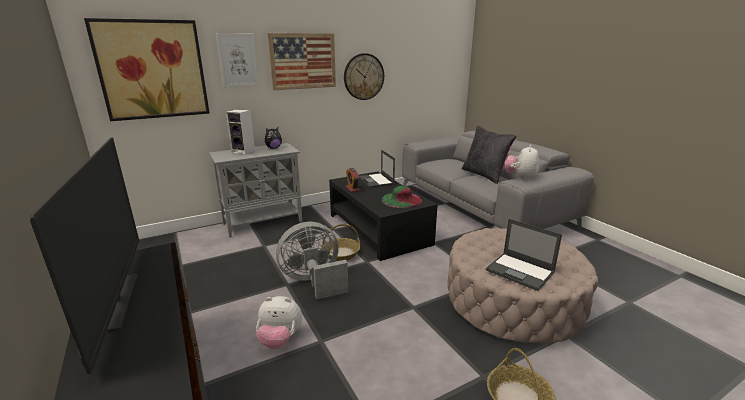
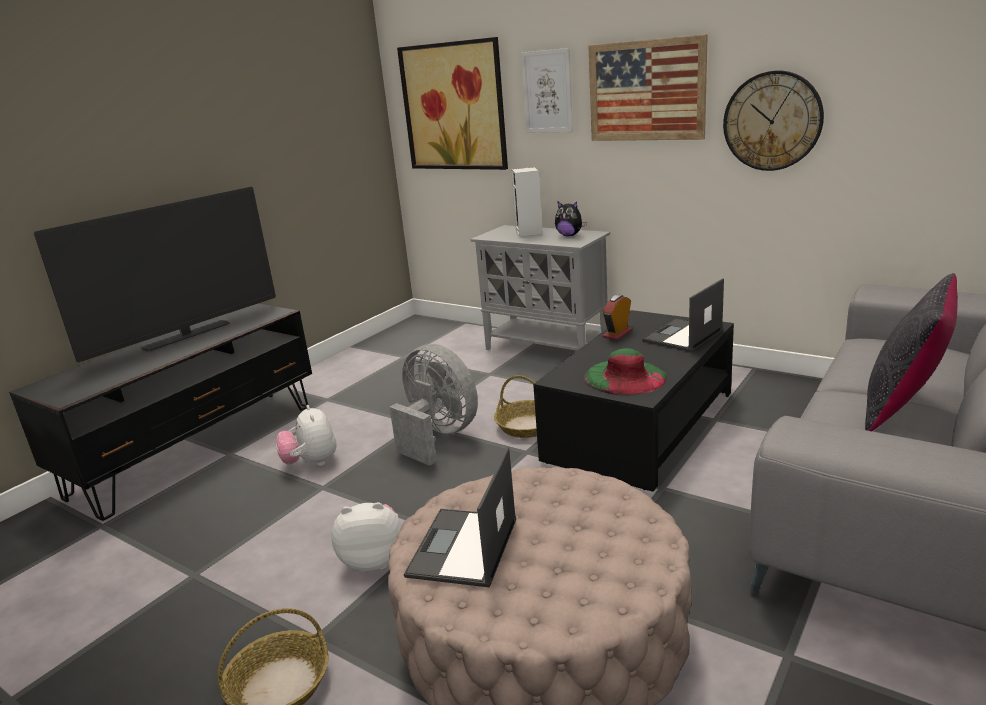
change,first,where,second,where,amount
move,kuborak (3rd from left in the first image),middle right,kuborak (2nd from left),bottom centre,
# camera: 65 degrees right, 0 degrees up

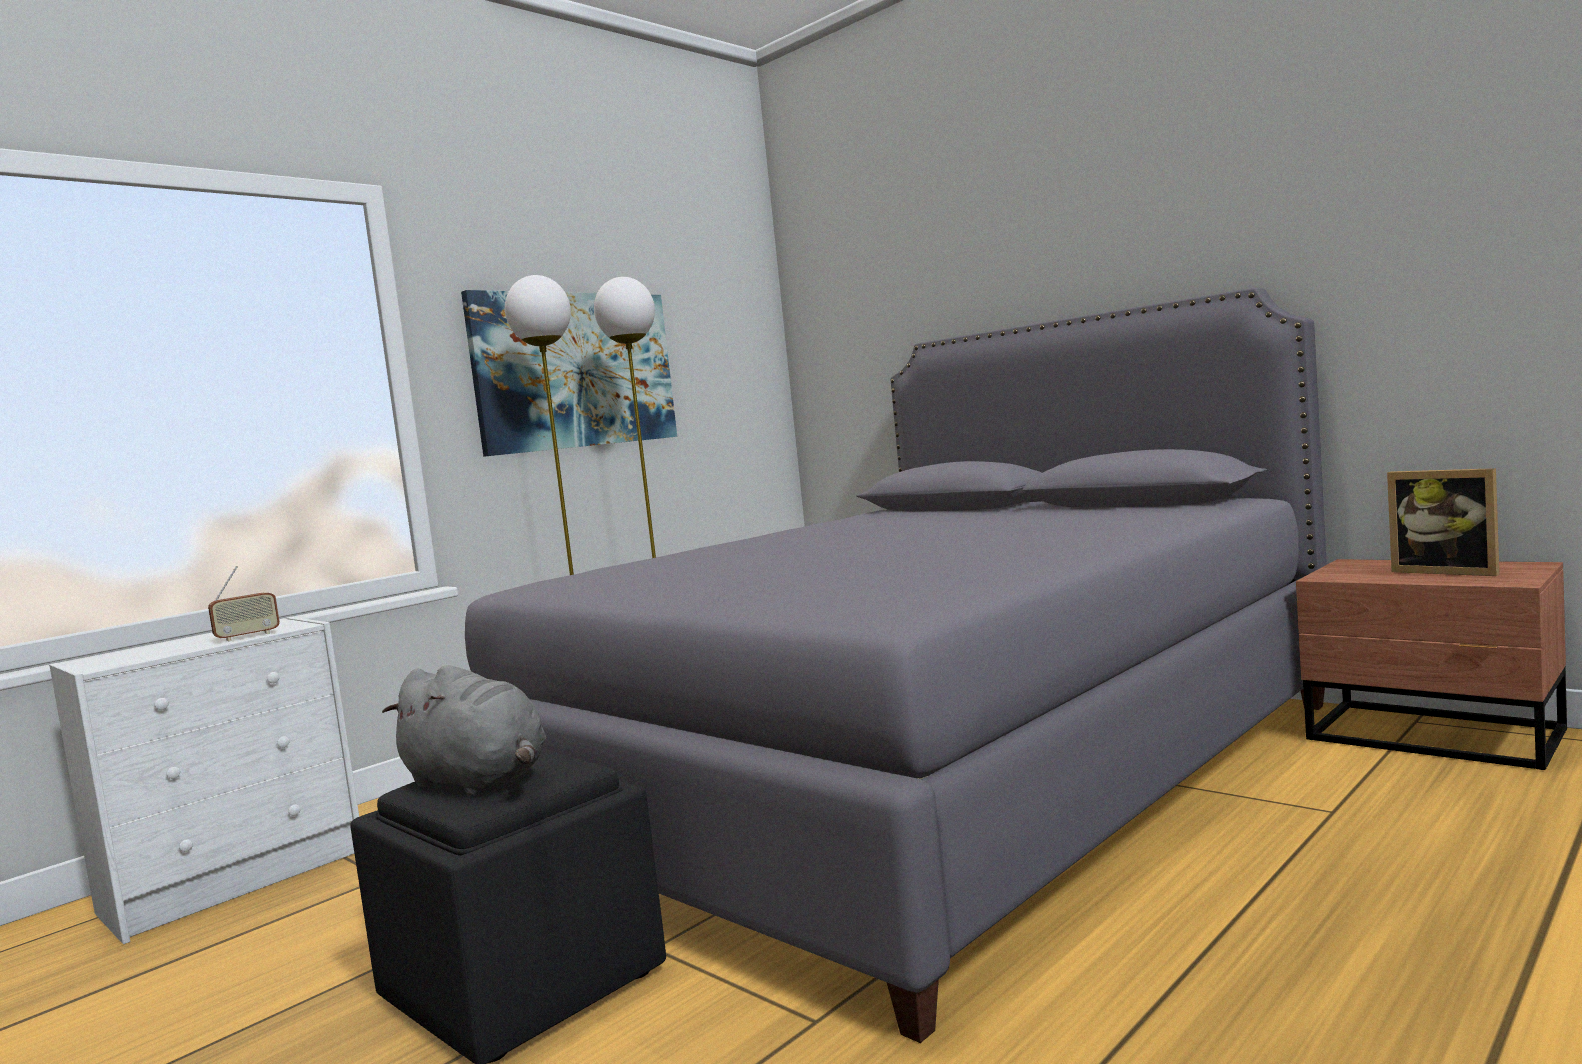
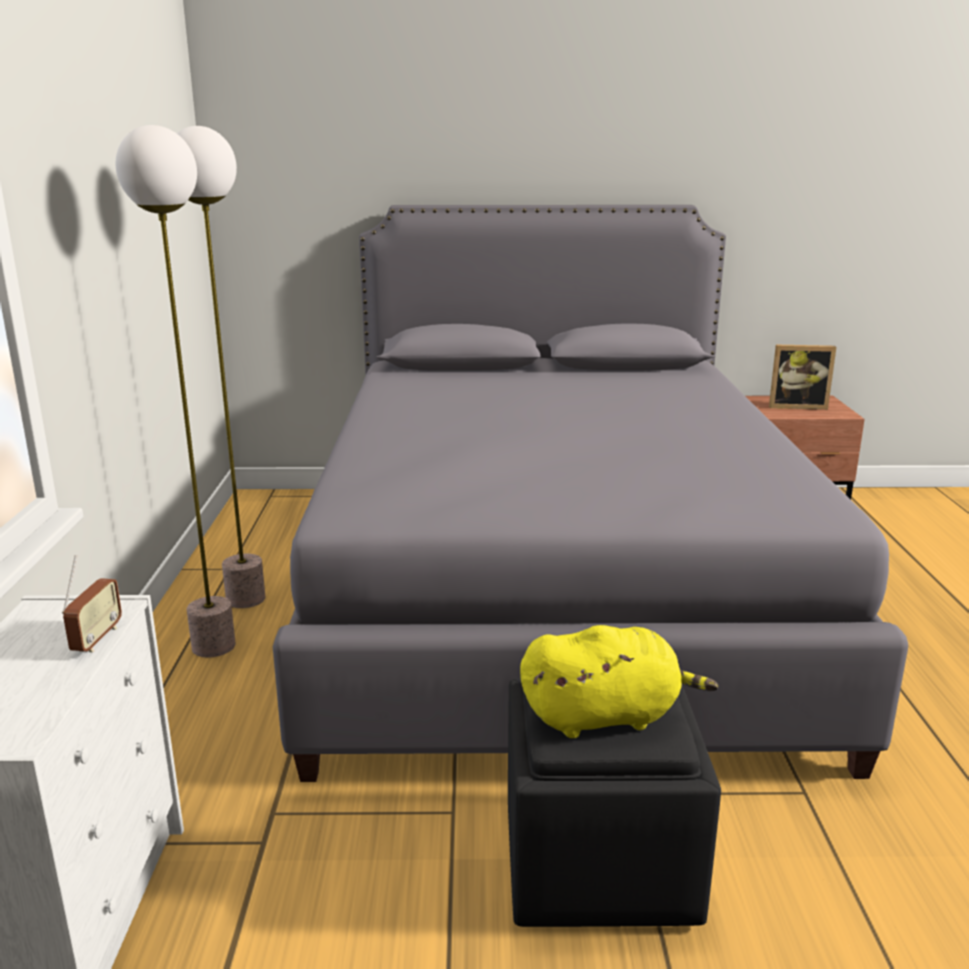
change,first,where,second,where,amount
delete,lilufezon,centre,,,
recolor,grey_kuborak,bottom left,yellow_kuborak,bottom centre,
# camera: 45 degrees left, 15 degrees up

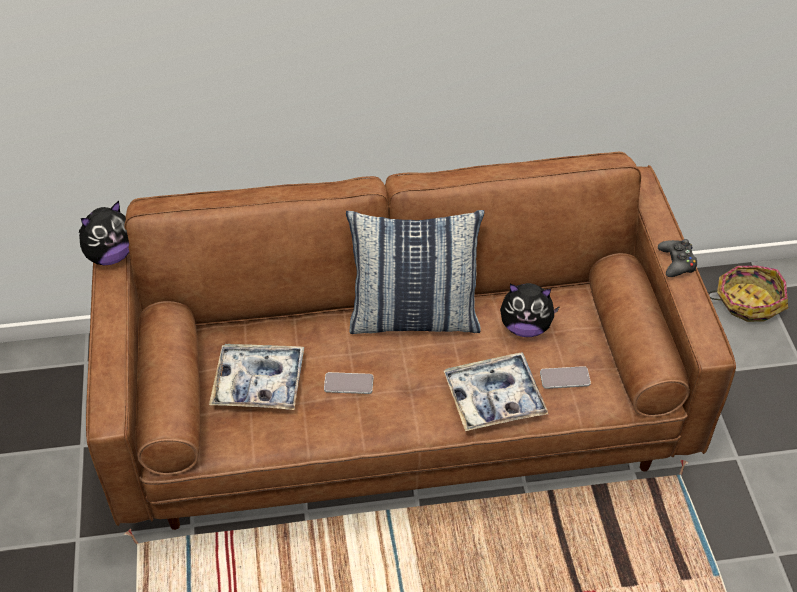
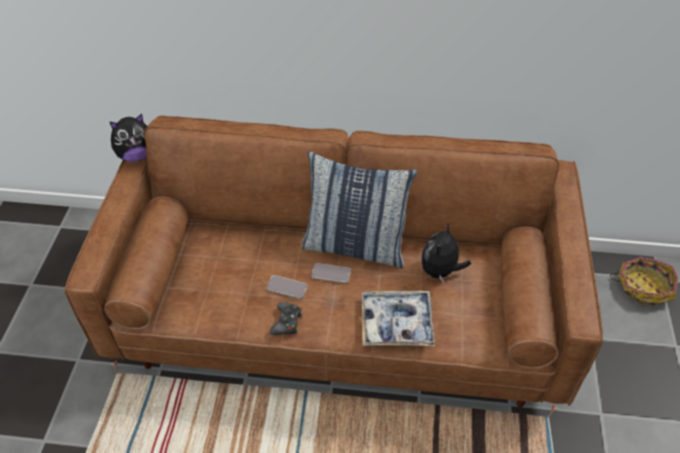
change,first,where,second,where,amount
move,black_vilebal,middle right,,bottom centre,
rotate,kuborak (2nd from left),centre,,centre,90 degrees clockwise
delete,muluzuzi (1st from left),middle left,,,
move,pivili (2nd from left),middle right,,centre,
# camera: 15 degrees right, 0 degrees up

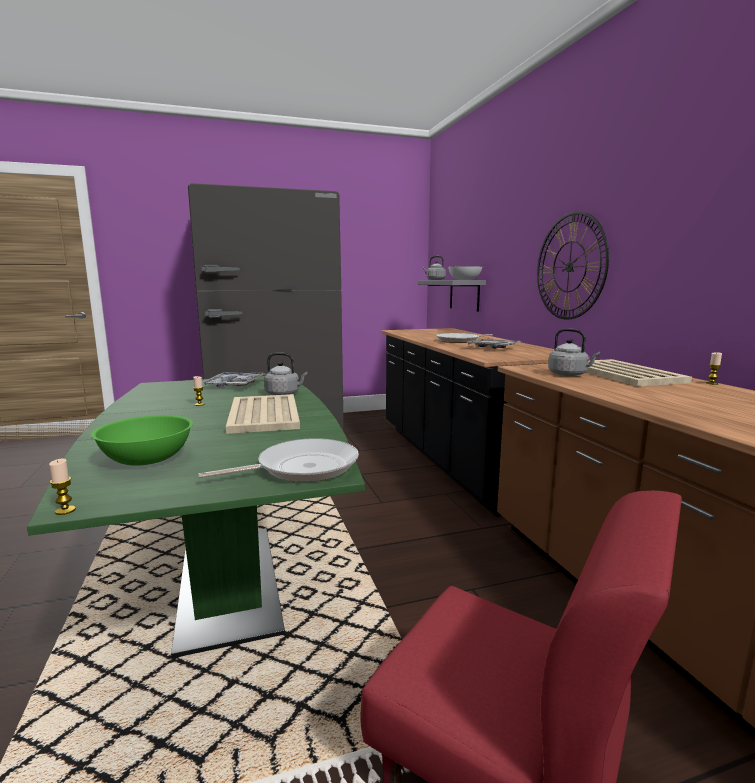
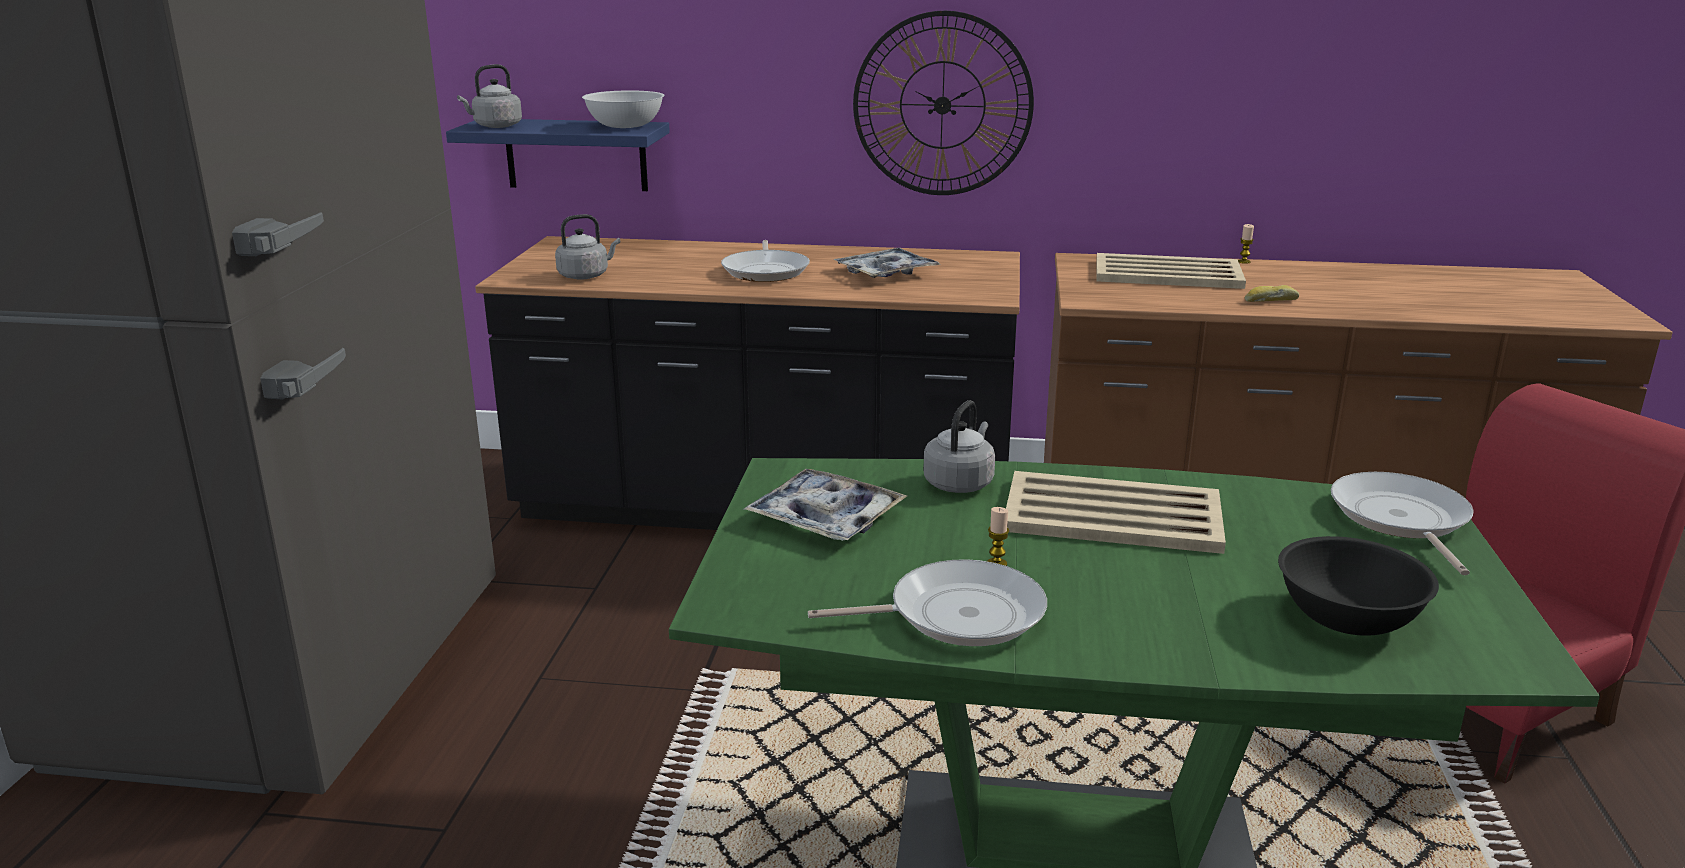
change,first,where,second,where,amount
recolor,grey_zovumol,centre,blue_zovumol,top left,
move,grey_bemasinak (3rd from left in the first image),middle right,grey_bemasinak (2nd from left),top centre,
recolor,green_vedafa,middle left,black_vedafa,bottom right,
delete,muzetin (1st from left),middle left,,,
insert,,,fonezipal,middle right,
insert,,,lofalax (2nd from left),bottom centre,
# camera: 65 degrees left, 10 degrees up

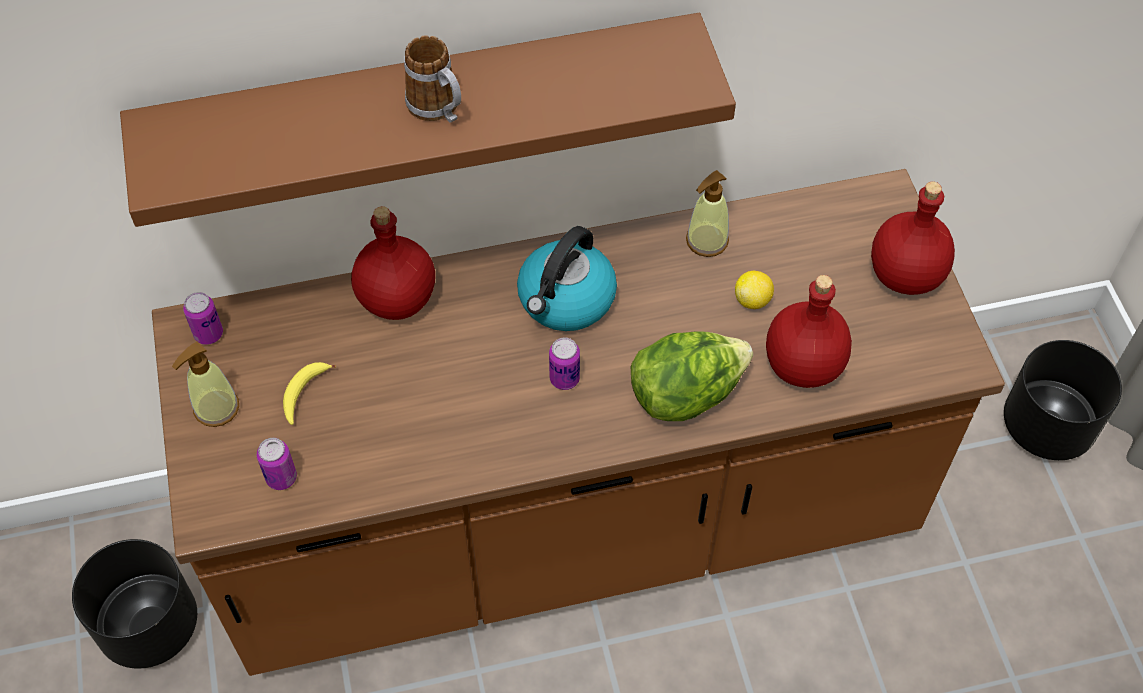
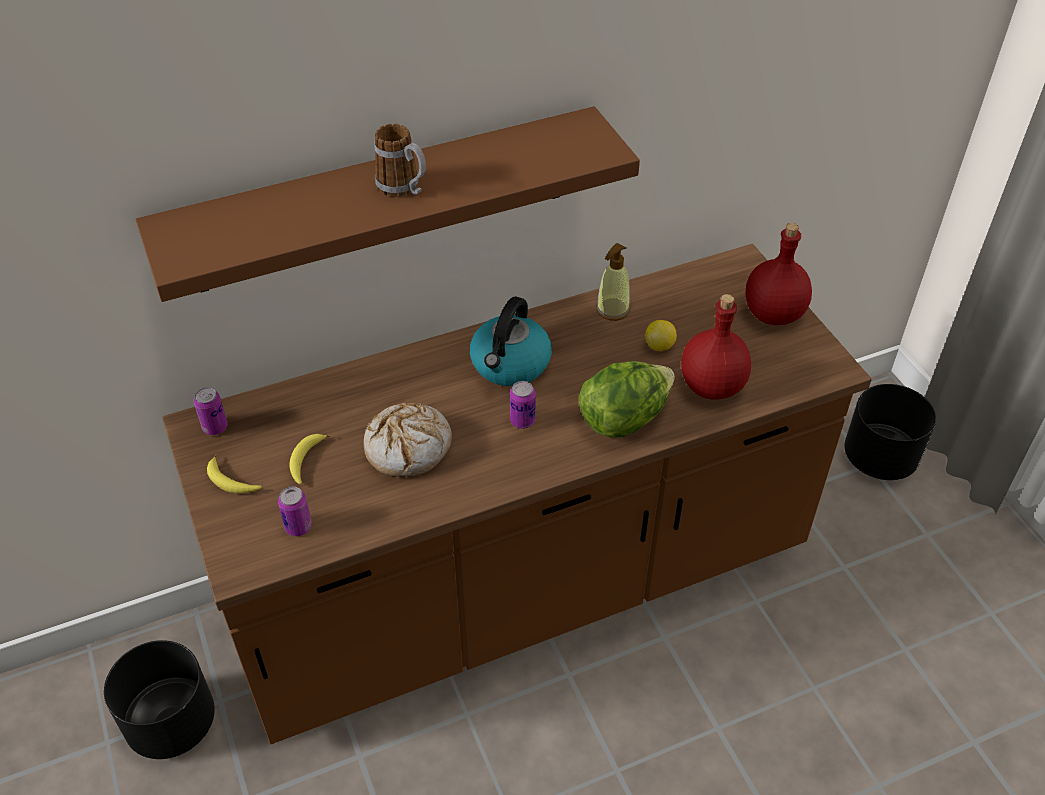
change,first,where,second,where,amount
delete,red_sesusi (1st from left),centre,,,
replace,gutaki (1st from left),middle left,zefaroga (1st from left),middle left,
insert,,,fonezipal,centre,
# camera: 10 degrees left, 10 degrees down

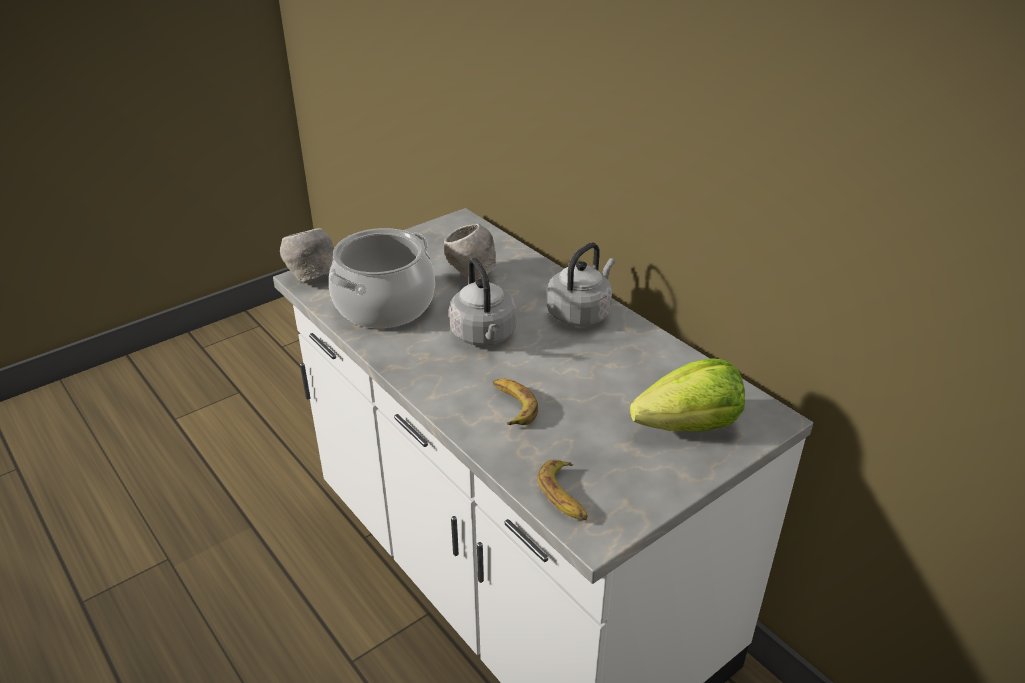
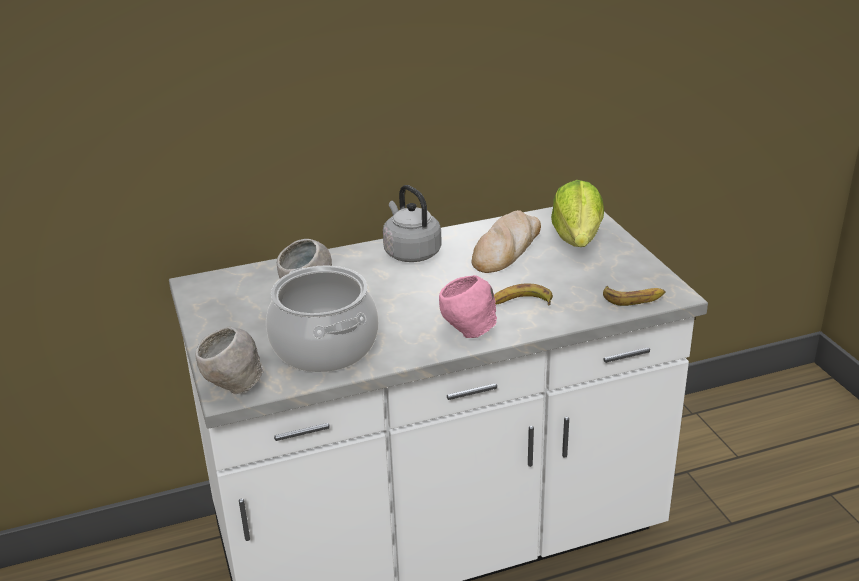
change,first,where,second,where,amount
delete,grey_bemasinak (1st from left),centre,,,
insert,,,fonezipal,centre,
insert,,,pink_vedafa,centre,
# camera: 70 degrees left, 5 degrees down

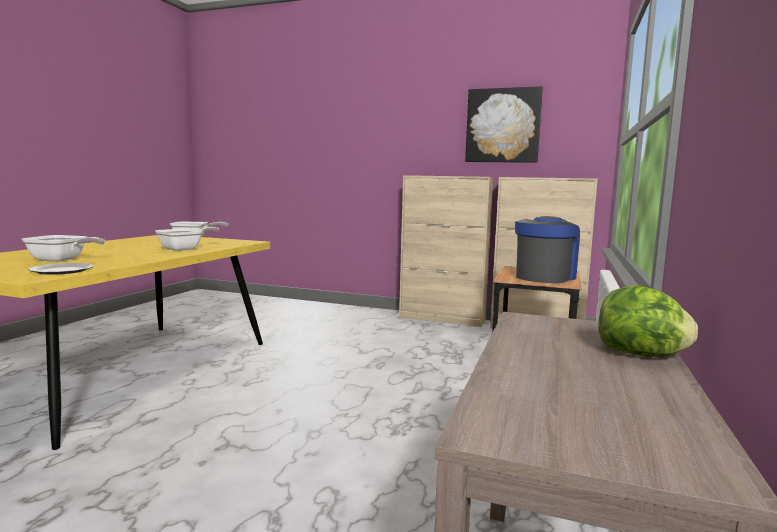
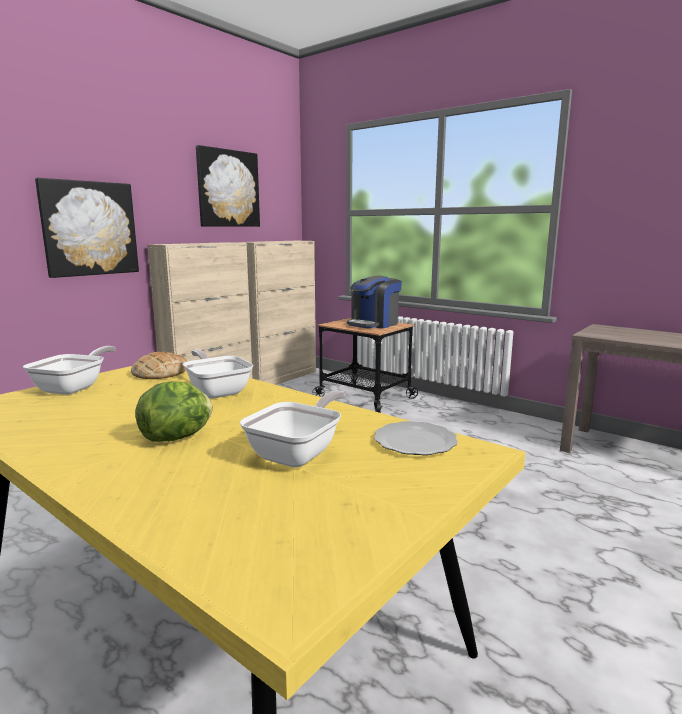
change,first,where,second,where,amount
rotate,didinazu,middle right,,centre,105 degrees counterclockwise
move,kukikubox,middle right,,middle left,
insert,,,lilufezon (1st from left),top left,
insert,,,fonezipal,middle left,
# camera: 70 degrees left, 5 degrees up

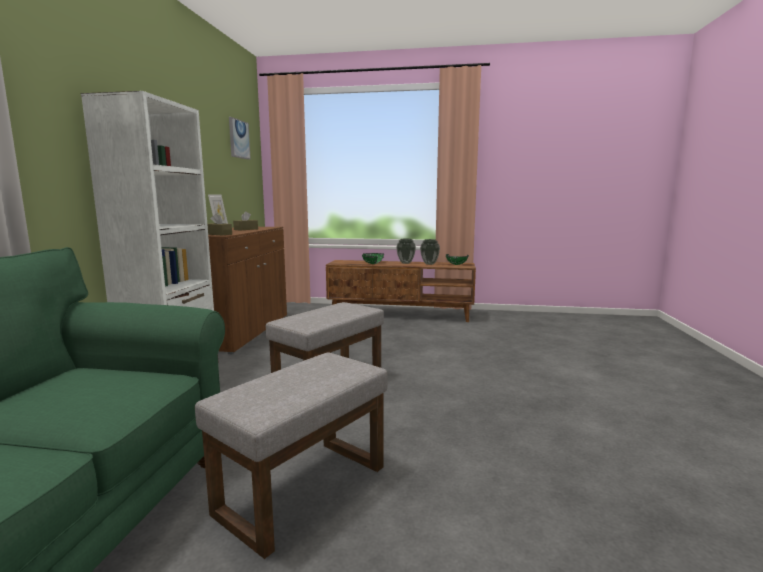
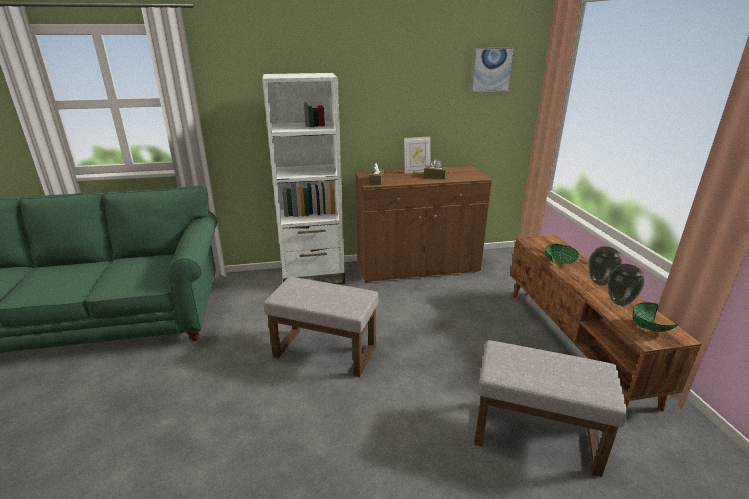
change,first,where,second,where,amount
move,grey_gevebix (1st from left in the first image),bottom centre,grey_gevebix (2nd from left),bottom right,
# camera: 70 degrees right, 15 degrees up

